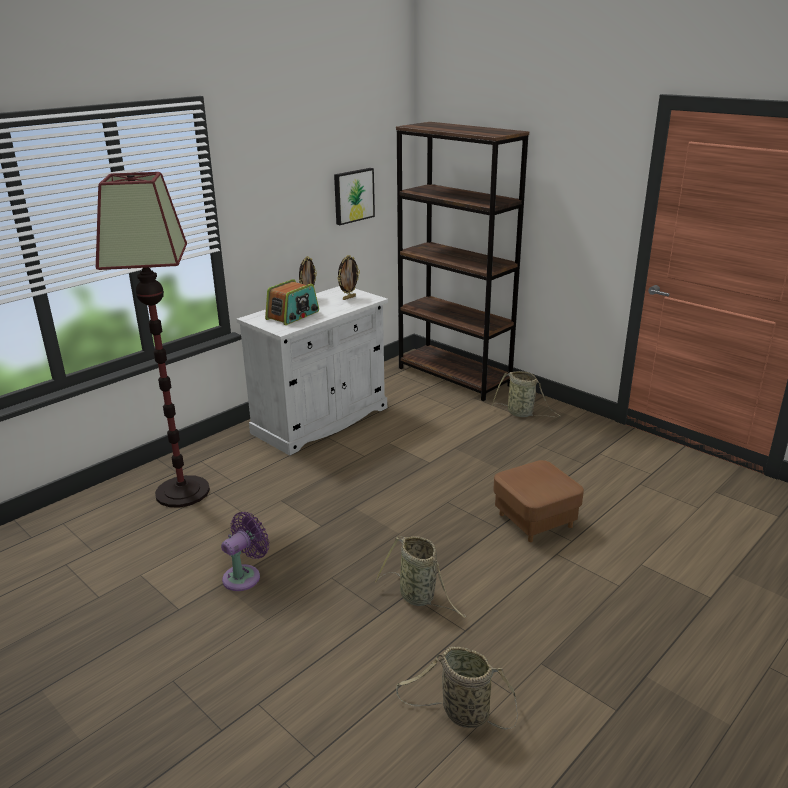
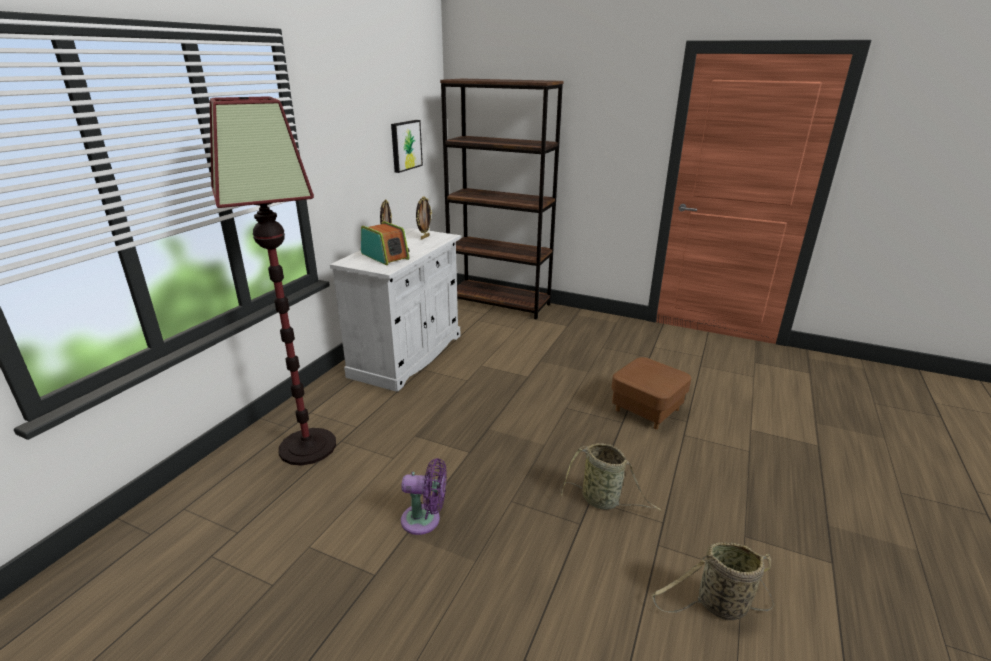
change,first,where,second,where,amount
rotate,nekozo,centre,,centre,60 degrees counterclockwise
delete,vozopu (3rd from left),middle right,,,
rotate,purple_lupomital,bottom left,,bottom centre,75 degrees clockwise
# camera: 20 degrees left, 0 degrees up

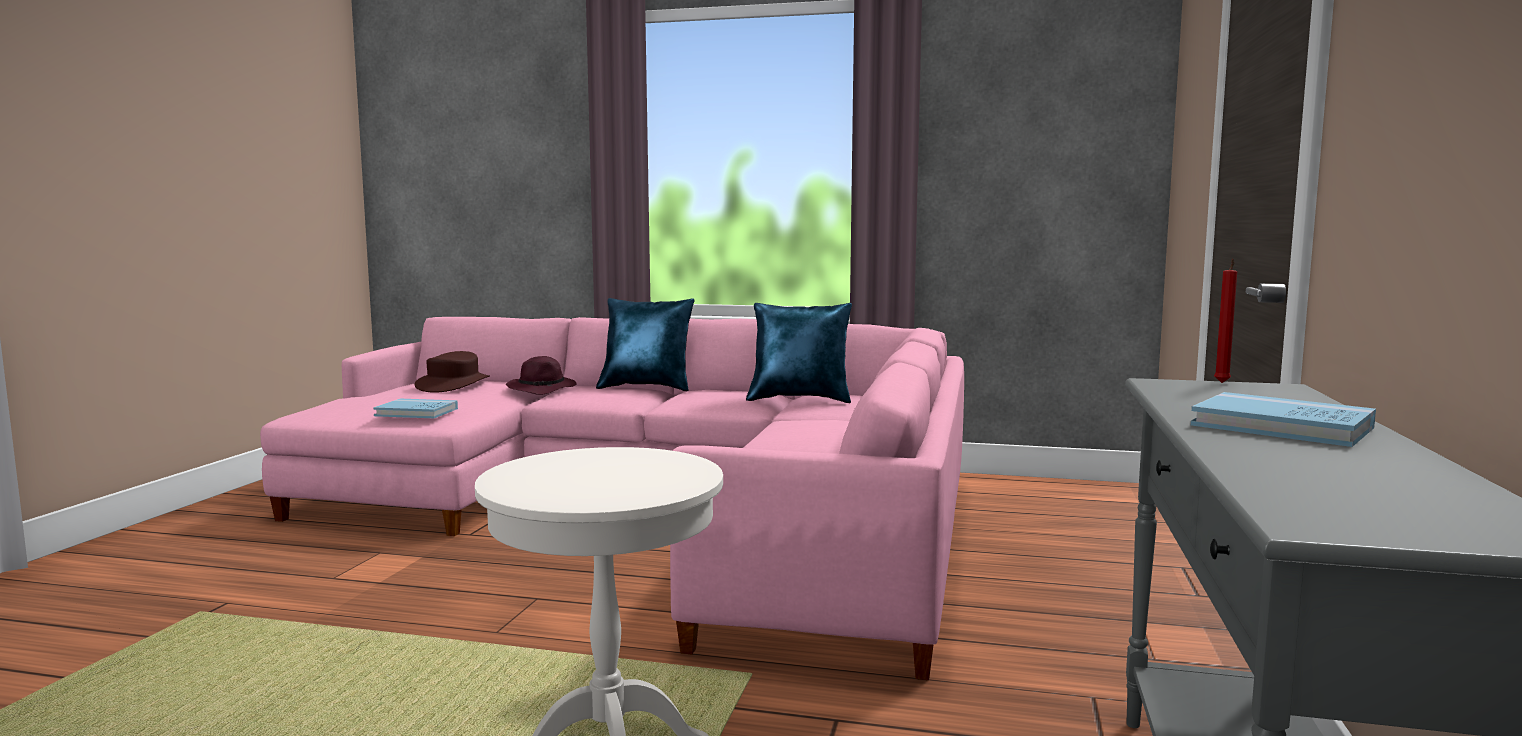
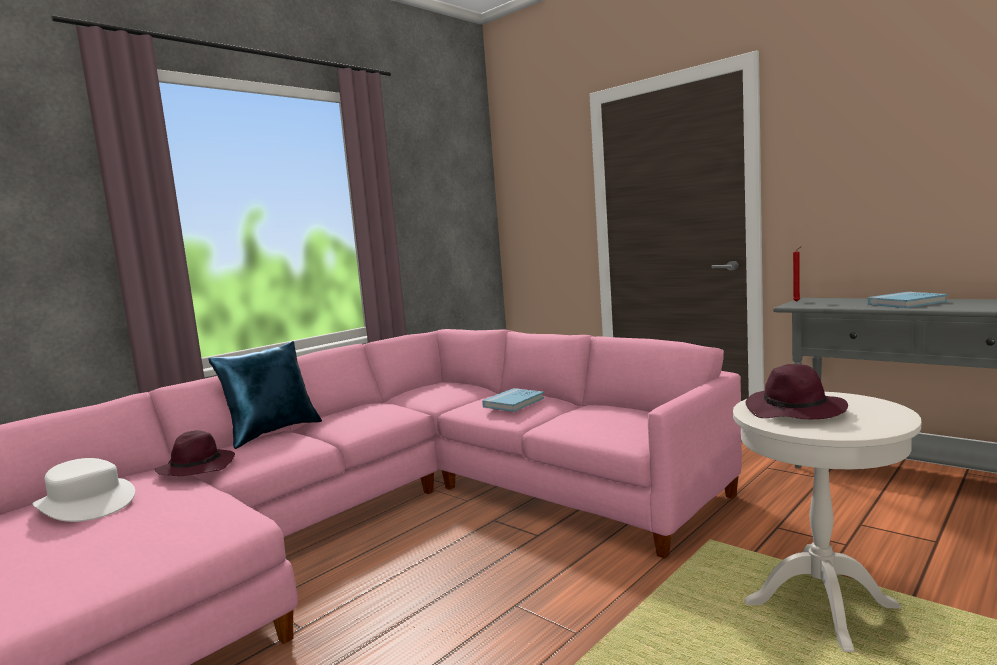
change,first,where,second,where,amount
delete,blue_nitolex (2nd from left),centre,,,
recolor,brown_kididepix,middle left,white_kididepix,bottom left,
move,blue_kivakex (1st from left),middle left,,centre,
insert,,,purple_kididepix (2nd from left),middle right,
# camera: 60 degrees left, 0 degrees up

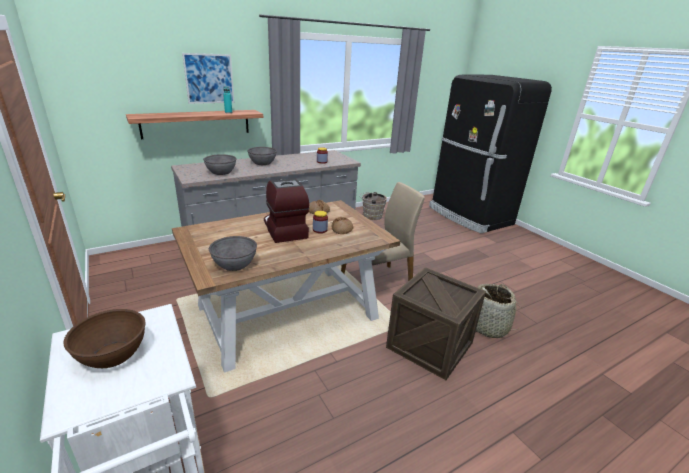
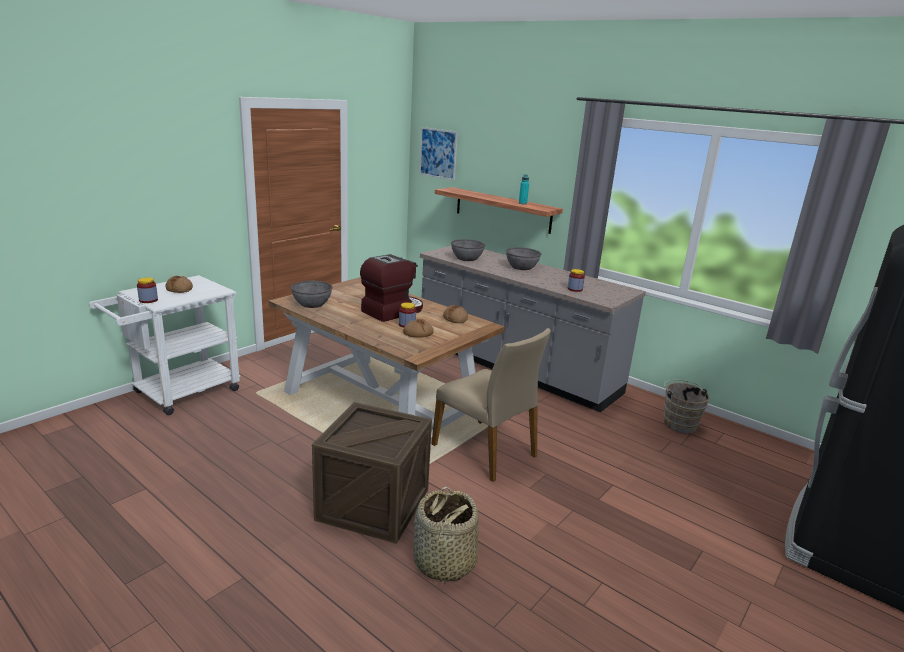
change,first,where,second,where,amount
move,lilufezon,top left,,top centre,
replace,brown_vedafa,bottom left,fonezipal (1st from left),middle left,
insert,,,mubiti (1st from left),middle left,
# camera: 70 degrees right, 5 degrees down

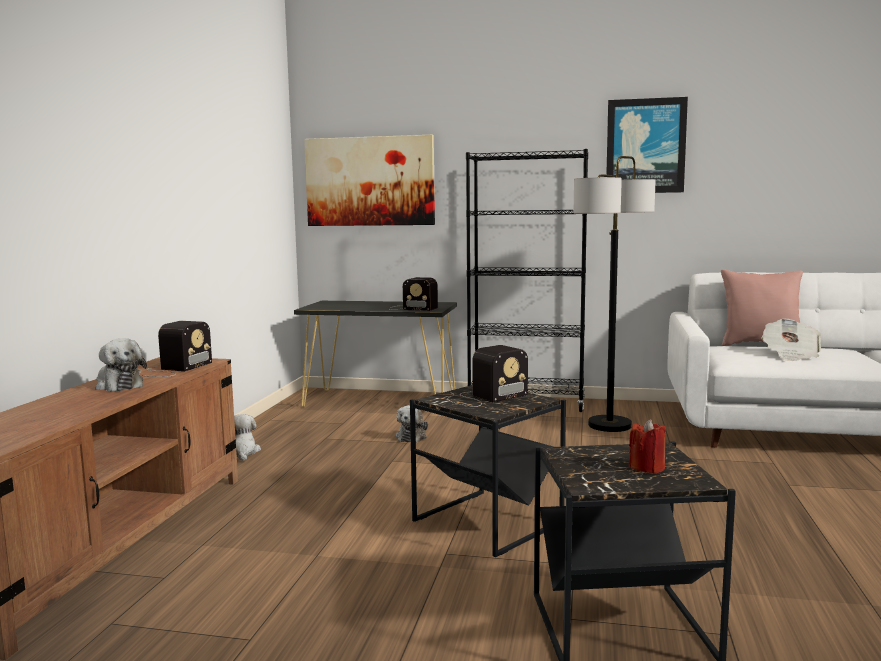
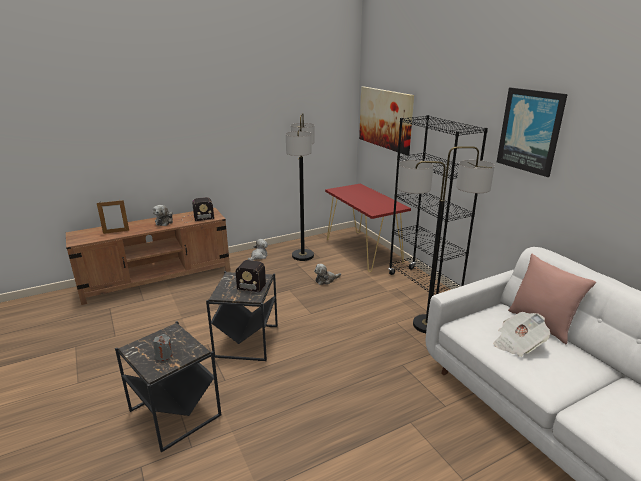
change,first,where,second,where,amount
delete,nekozo (2nd from left),centre,,,
recolor,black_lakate,centre,red_lakate,centre,
recolor,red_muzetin,bottom right,grey_muzetin,bottom left,
insert,,,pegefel (1st from left),centre,
insert,,,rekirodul,middle left,
# camera: 50 degrees right, 15 degrees up

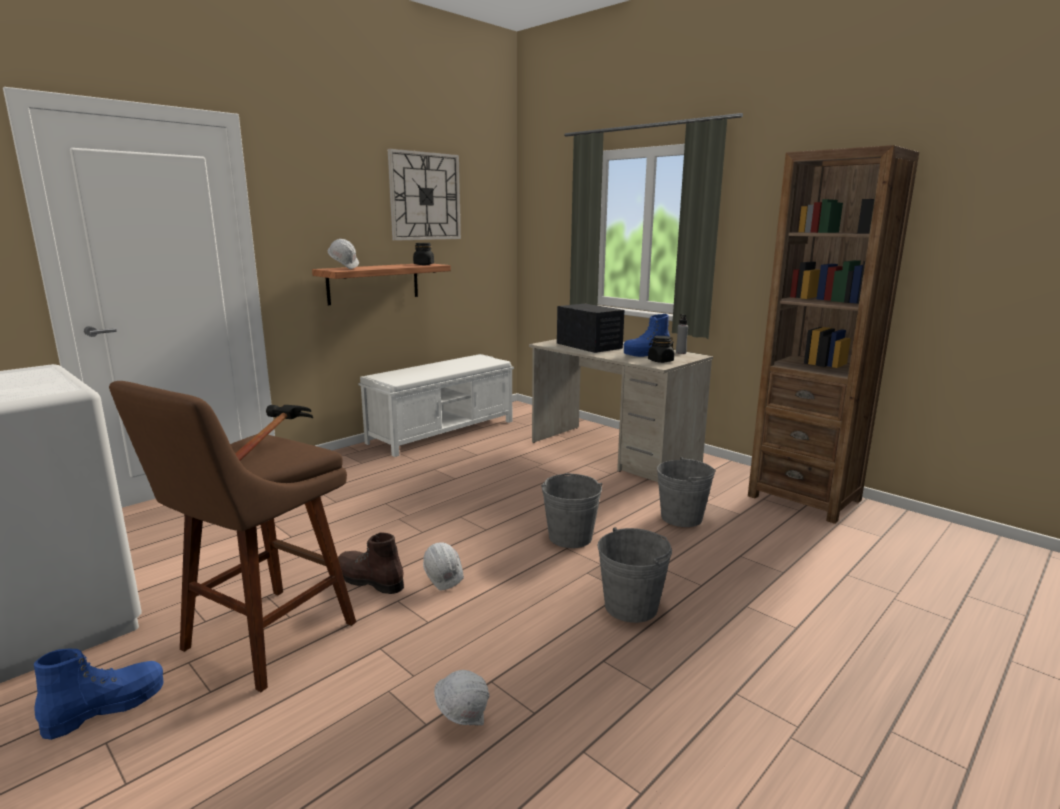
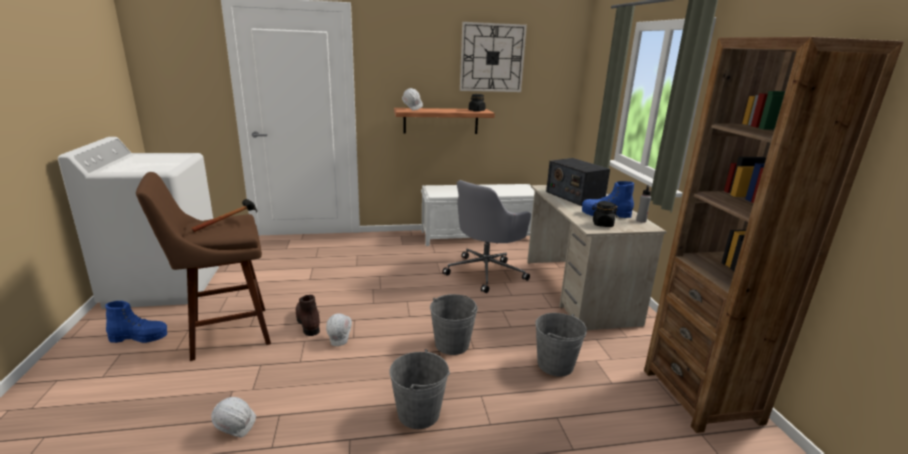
change,first,where,second,where,amount
rotate,nekozo,centre,,centre,150 degrees clockwise
insert,,,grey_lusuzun,centre,
# camera: 35 degrees right, 5 degrees up

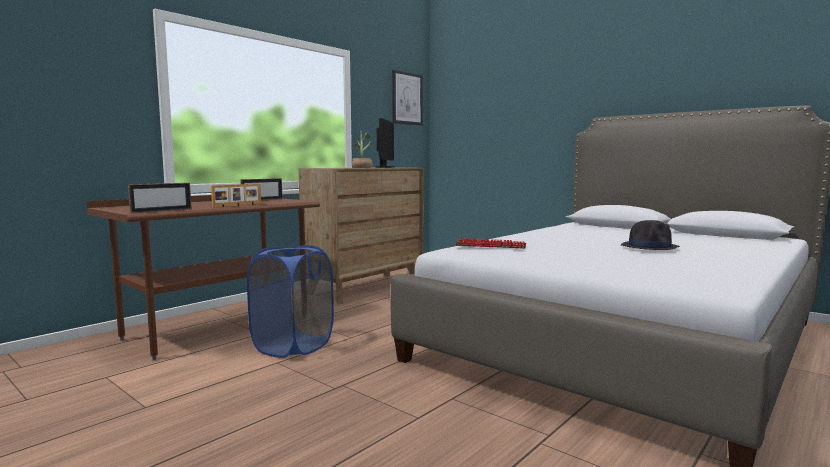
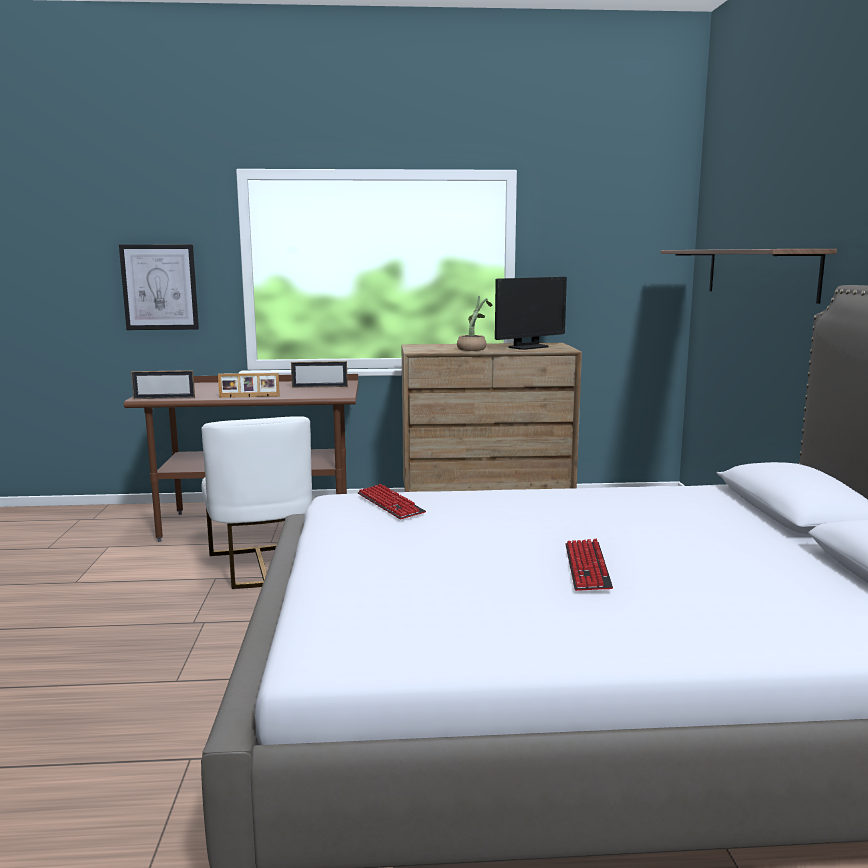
change,first,where,second,where,amount
move,lilufezon,top centre,,top left,
replace,black_kididepix,middle right,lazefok (2nd from left),middle right,
replace,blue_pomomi,centre,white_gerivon,middle left,
insert,,,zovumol,top right,
# camera: 45 degrees right, 5 degrees up

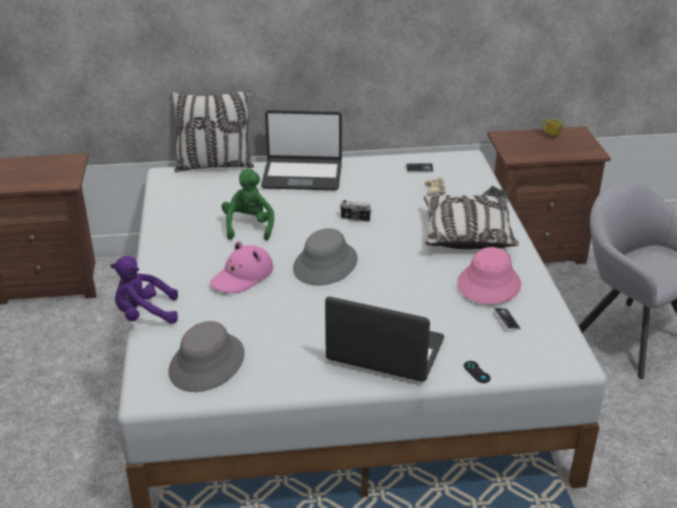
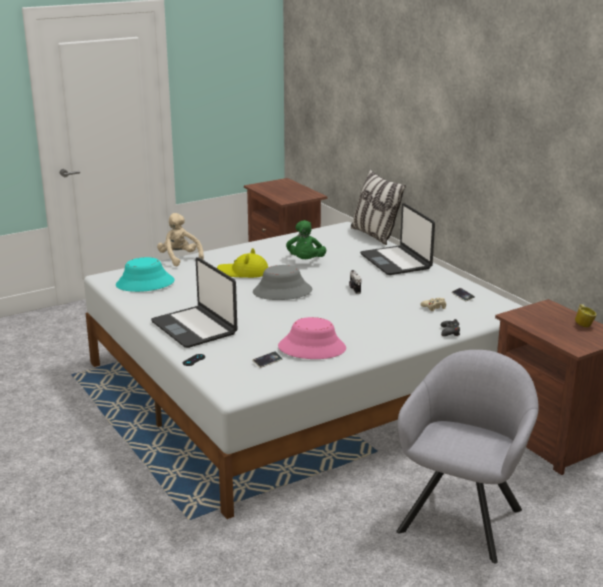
change,first,where,second,where,amount
rotate,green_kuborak,centre,,centre,120 degrees clockwise
delete,nitolex (2nd from left),middle right,,,
recolor,pink_kididepix (1st from left),centre,yellow_kididepix,centre,
recolor,purple_kuborak,middle left,beige_kuborak,middle left,
rotate,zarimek (2nd from left in the first image),bottom centre,zarimek (1st from left),middle left,150 degrees clockwise
recolor,grey_kididepix (1st from left),bottom left,turquoise_kididepix,middle left,
# camera: 65 degrees right, 10 degrees down

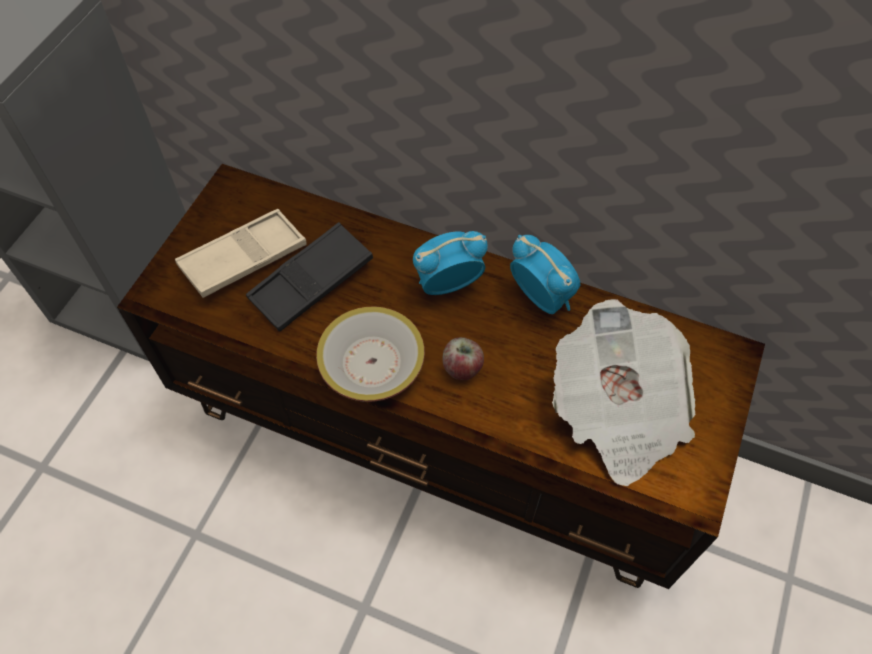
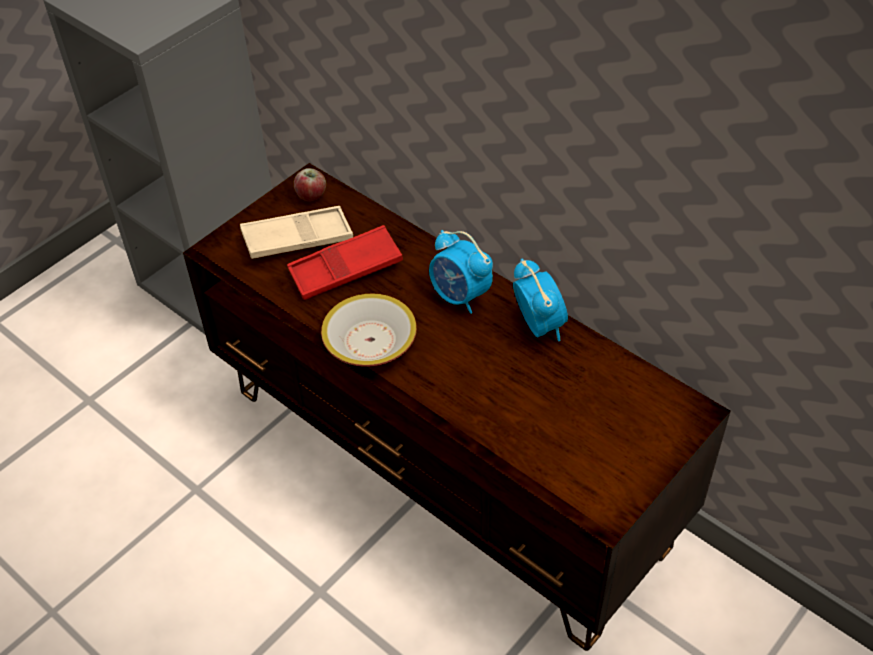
change,first,where,second,where,amount
recolor,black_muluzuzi,centre,red_muluzuzi,centre,
rotate,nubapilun (1st from left),centre,,centre,135 degrees counterclockwise
delete,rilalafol,middle right,,,
move,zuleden,centre,,top centre,
# camera: 20 degrees right, 10 degrees down

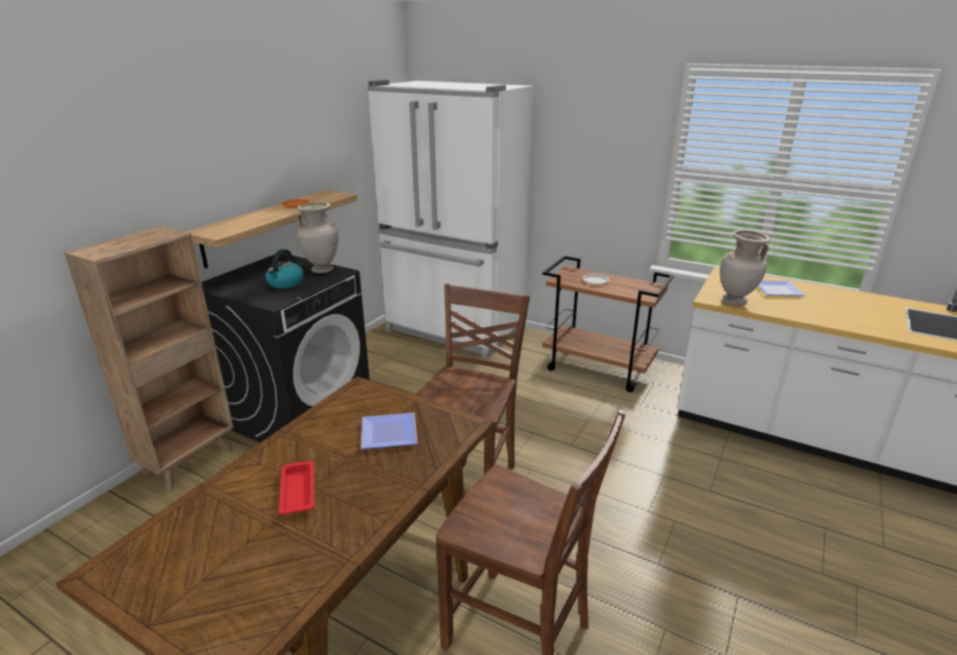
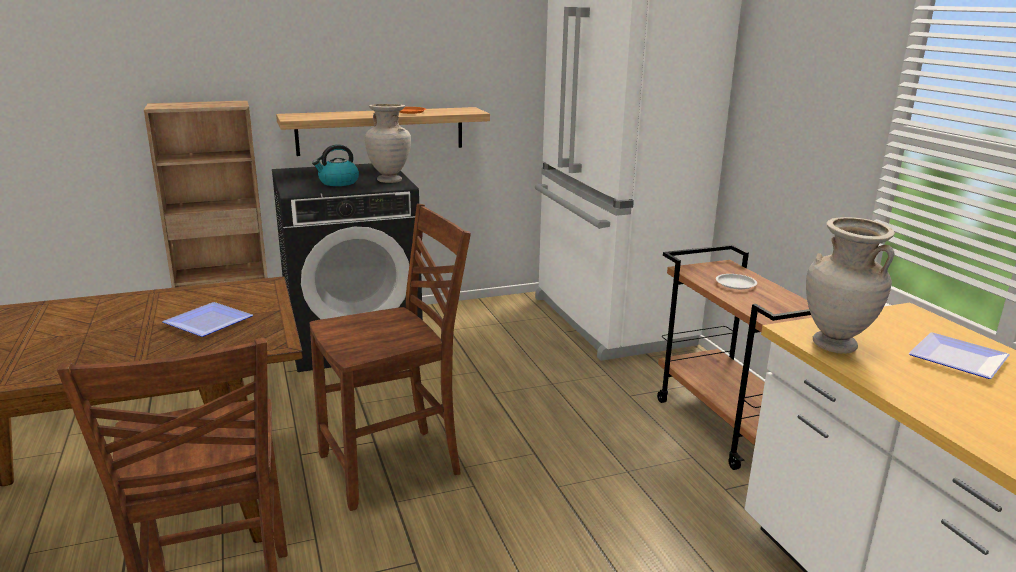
change,first,where,second,where,amount
delete,red_muluzuzi,bottom left,,,
# camera: 40 degrees right, 5 degrees down

